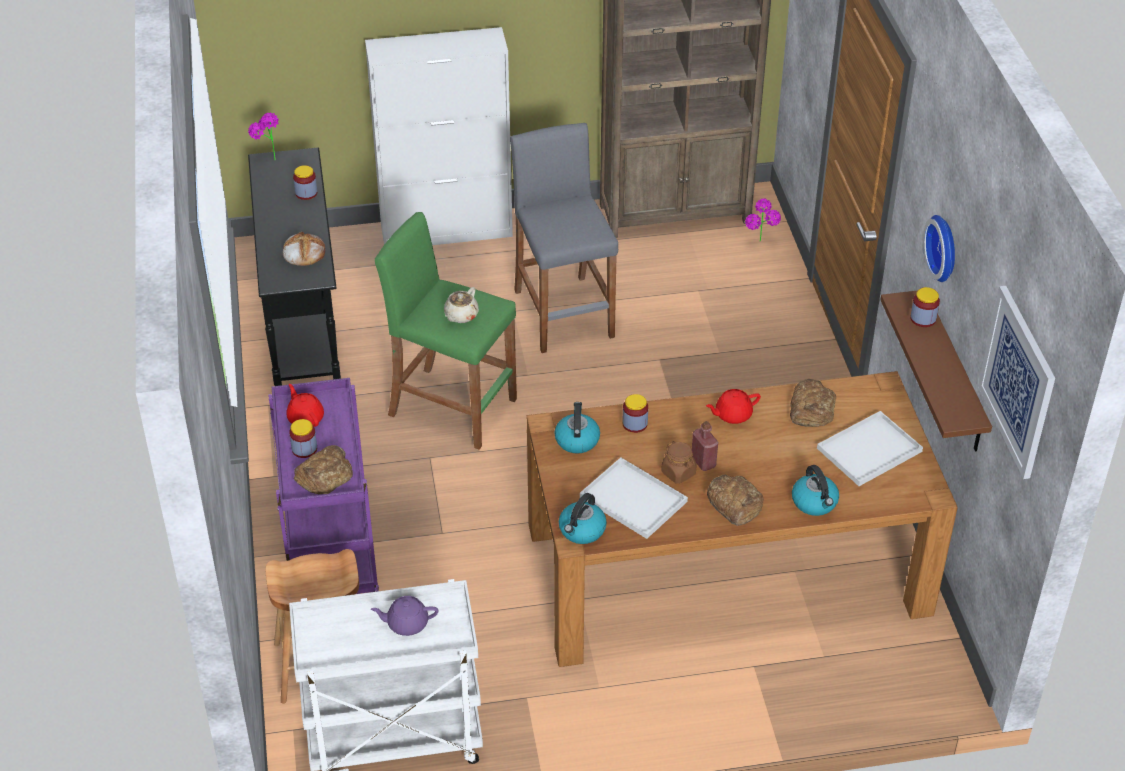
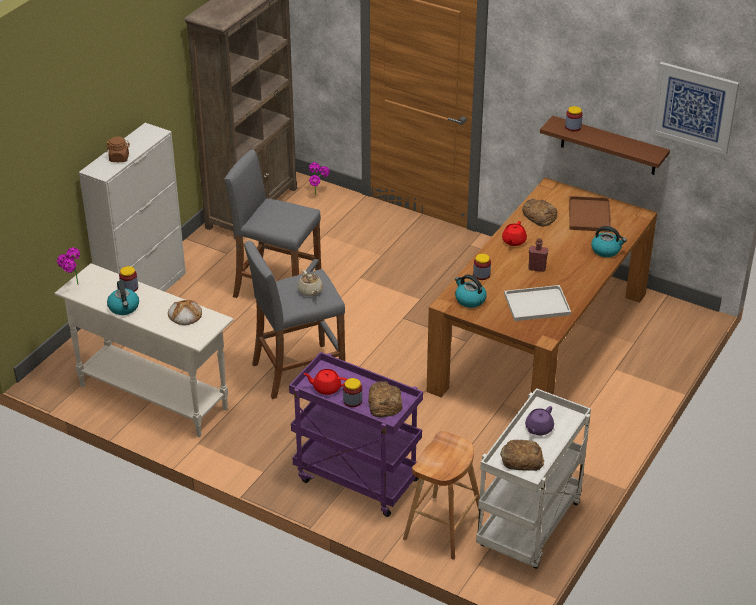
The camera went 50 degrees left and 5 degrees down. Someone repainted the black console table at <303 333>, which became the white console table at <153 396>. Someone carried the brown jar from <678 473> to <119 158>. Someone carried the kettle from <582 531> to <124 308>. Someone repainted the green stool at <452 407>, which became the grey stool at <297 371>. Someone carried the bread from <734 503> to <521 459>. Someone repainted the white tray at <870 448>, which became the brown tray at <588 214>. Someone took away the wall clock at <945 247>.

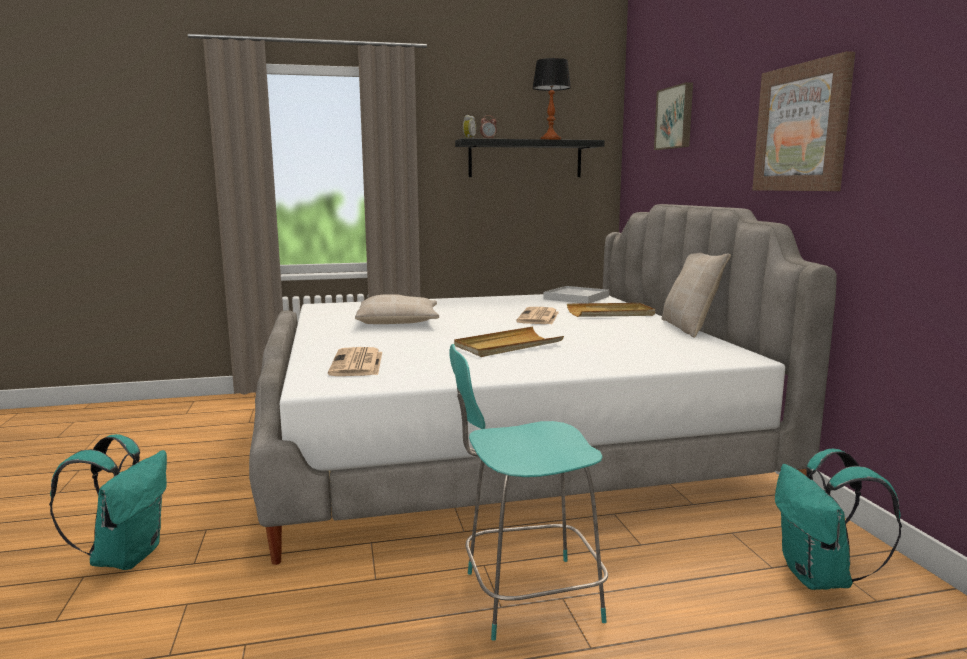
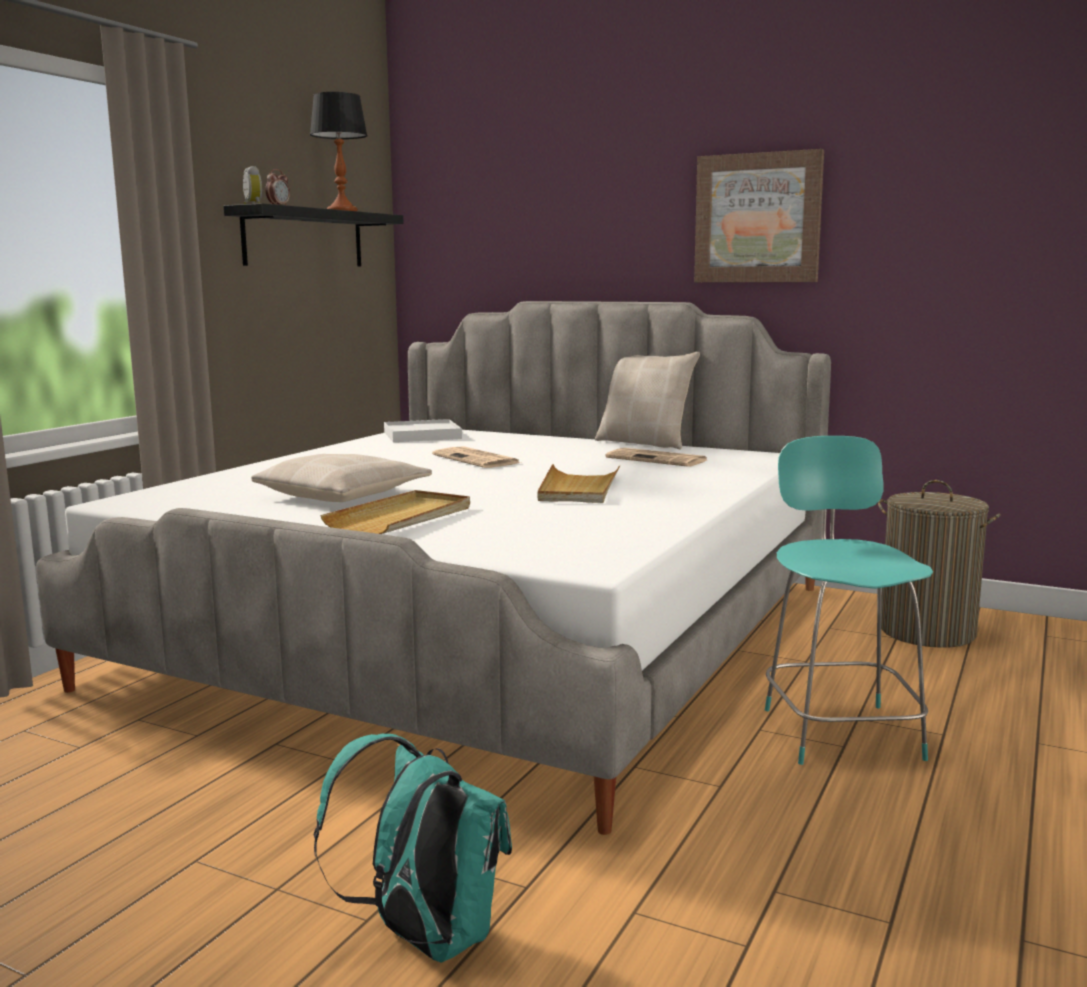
The camera went 50 degrees left and 0 degrees up. Someone carried the beige tray from <610 313> to <401 518>. Someone carried the newspaper from <357 364> to <658 459>. Someone rotated the turquoise chair at <526 597> by 150 degrees clockwise. Someone swapped the turquoise backpack at <820 578> for the laundry basket at <927 631>. Someone took away the picture at <675 117>.

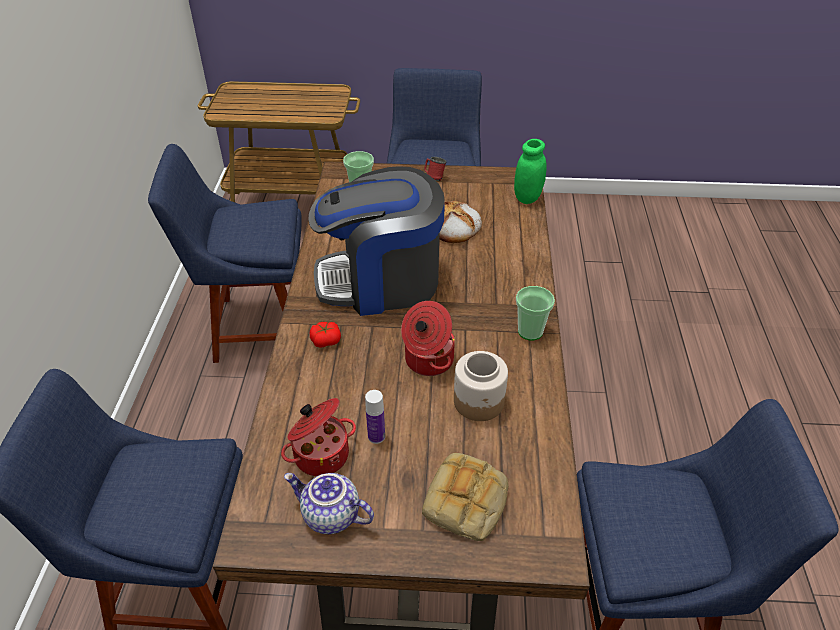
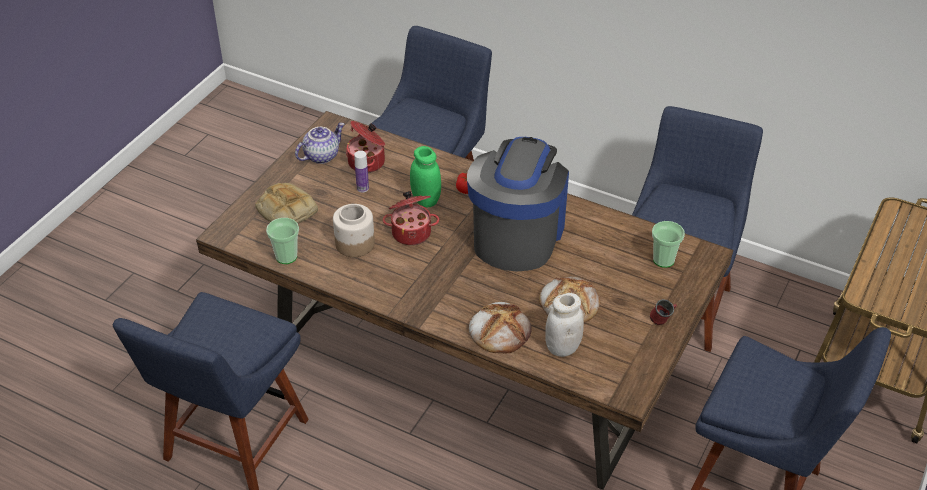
The camera went 115 degrees right and 0 degrees up. Someone carried the cup from <530 331> to <286 256>. Someone carried the green jar from <527 198> to <426 200>. Someone put down the bread at <499 330>. Someone put down the white jar at <562 348>.

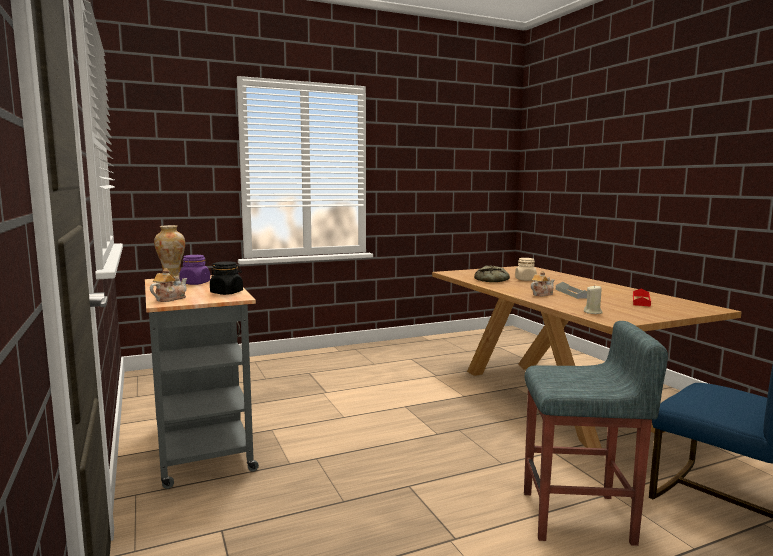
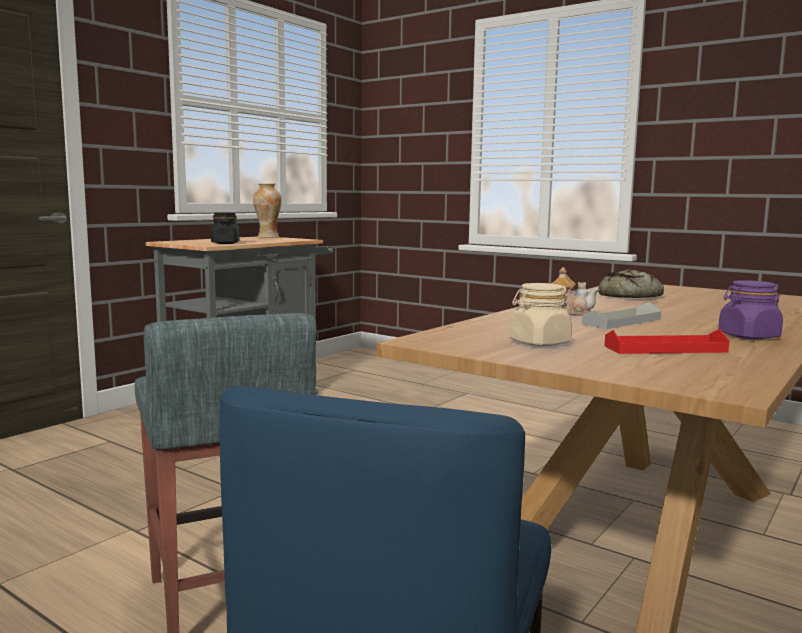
The camera went 60 degrees right and 0 degrees up. Someone carried the beige jar from <525 279> to <539 343>. Someone carried the purple jar from <195 283> to <748 336>. Someone took away the teapot at <169 299>. Someone took away the beige candle at <593 312>.

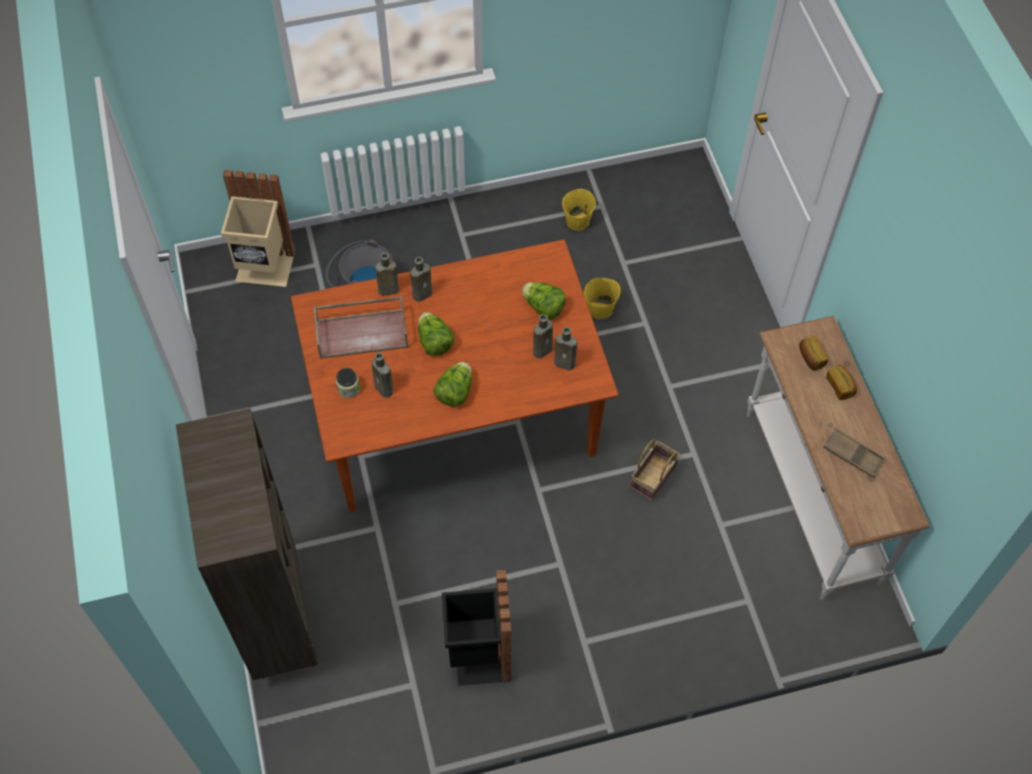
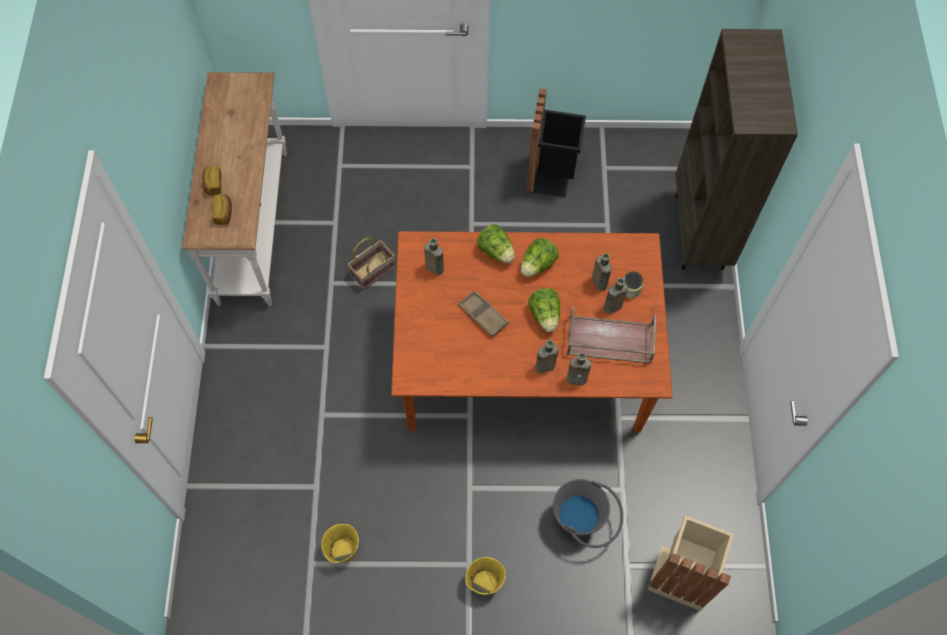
The camera went 165 degrees left and 5 degrees up. Someone carried the brown tray from <853 455> to <483 315>. Someone carried the yellow bucket from <600 309> to <484 582>. Someone carried the lettuce from <543 308> to <496 251>. Someone carried the brown bottle from <543 349> to <611 307>.

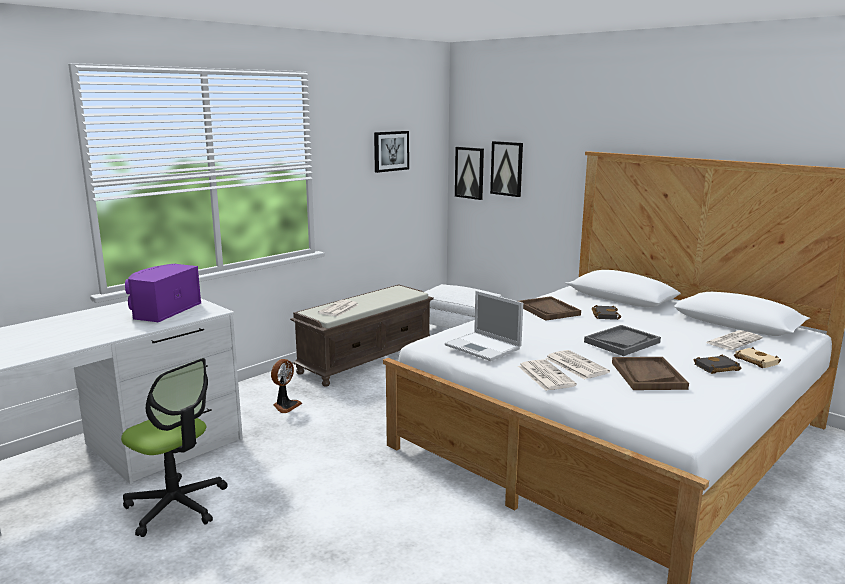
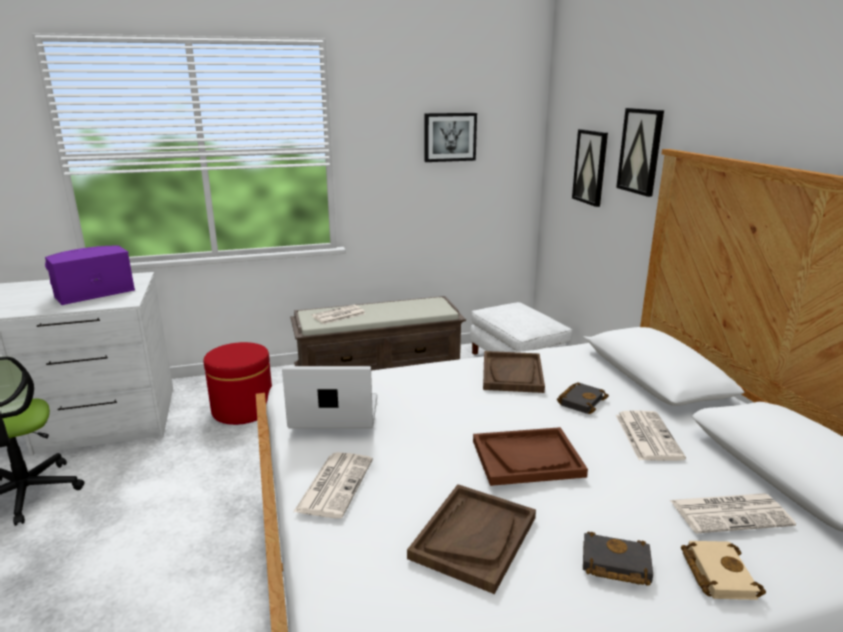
The camera went 30 degrees right and 5 degrees up. Someone swapped the fan at <285 406> for the red ottoman at <243 409>. Someone rotated the laptop at <484 347> by 105 degrees clockwise. Someone repainted the grey tray at <622 342>, which became the brown tray at <527 458>. Someone carried the picture from <469 173> to <640 151>. Someone carried the newspaper from <575 365> to <647 436>.

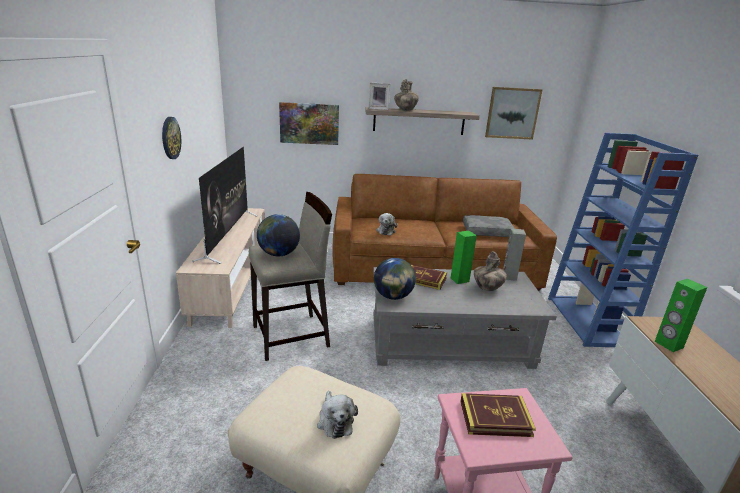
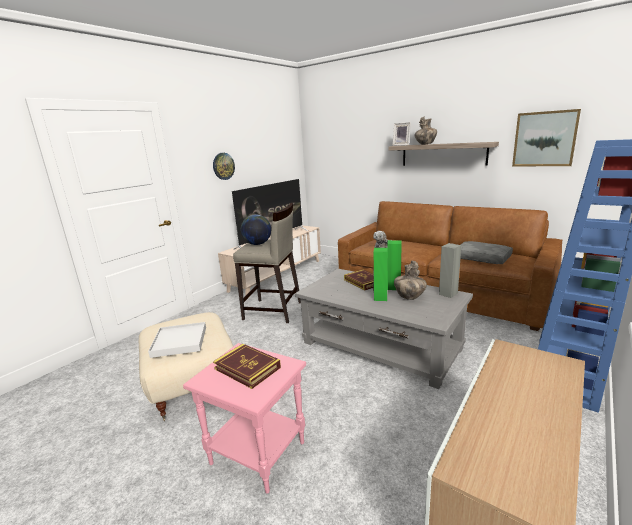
The camera went 40 degrees right and 5 degrees down. Someone swapped the plush toy at <335 421> for the white tray at <180 341>. Someone carried the green speaker from <668 344> to <380 297>. Someone took away the picture at <309 123>. Someone took away the globe at <393 296>.

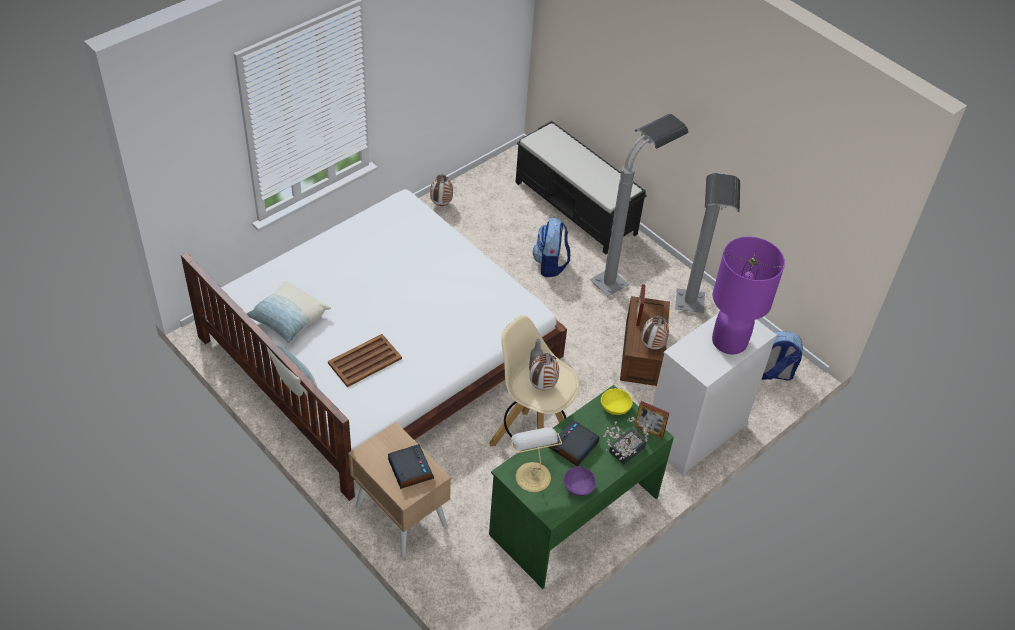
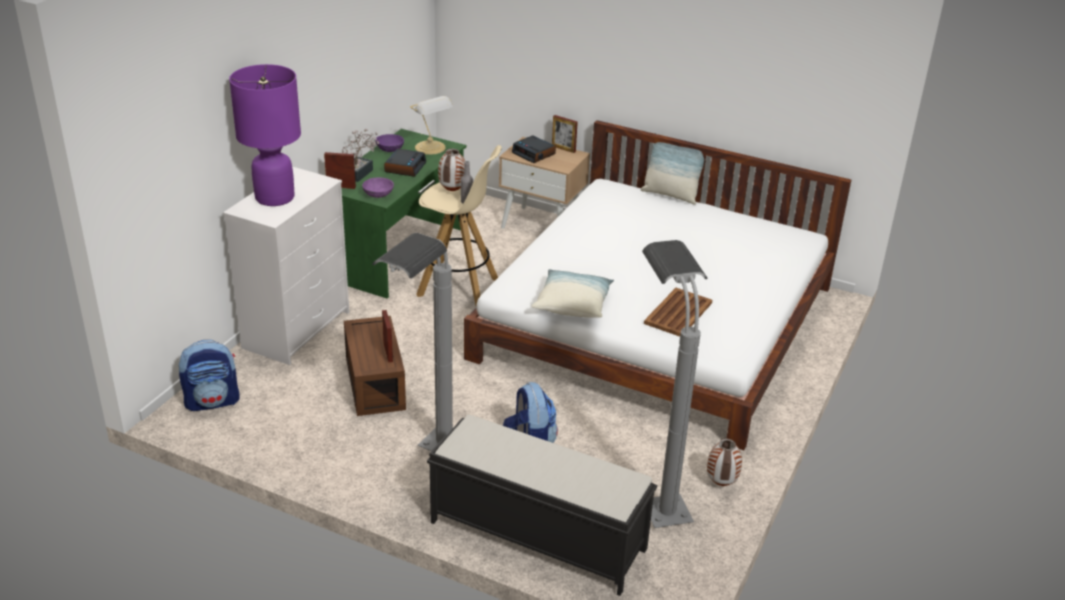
The camera went 160 degrees right and 15 degrees down. Someone repainted the yellow bowl at <615 407>, which became the purple bowl at <378 194>. Someone carried the pillow from <288 319> to <572 304>. Someone put down the picture frame at <563 149>. Someone carried the grey floor lamp from <689 318> to <656 494>. Someone carried the brown tray from <364 361> to <679 313>. Someone took away the vase at <652 347>.

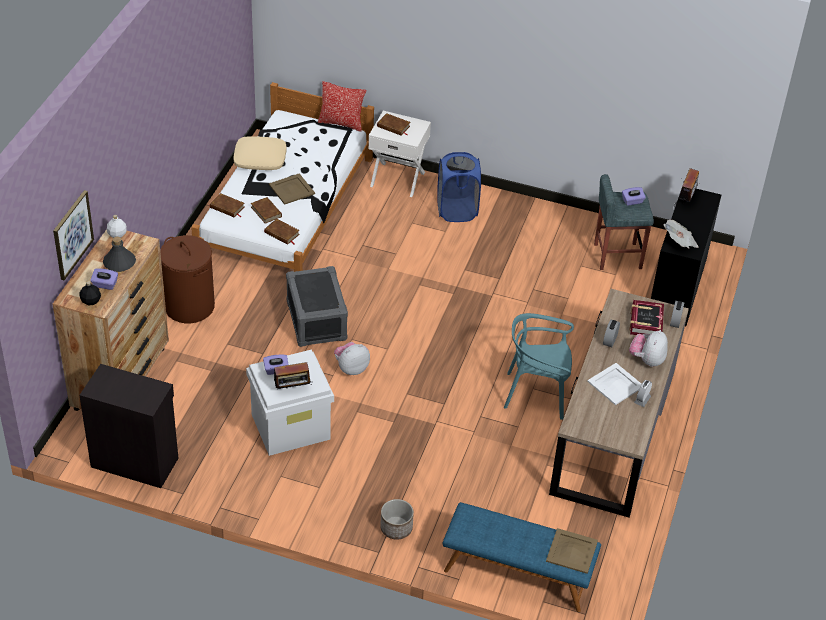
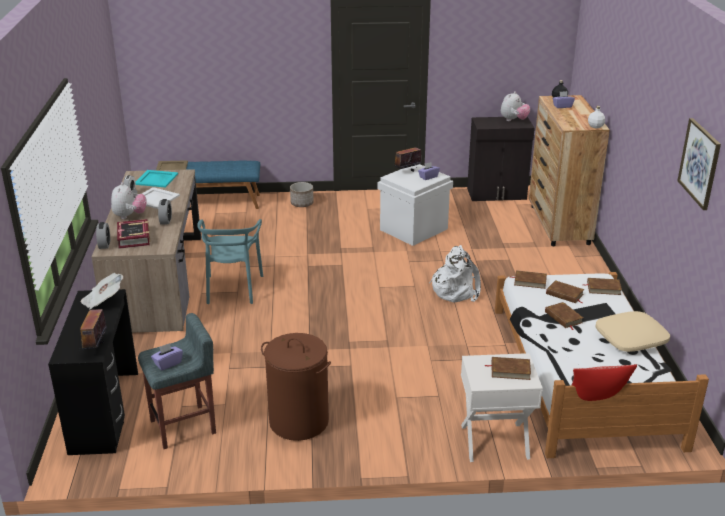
The camera went 160 degrees right and 15 degrees down. Someone put down the turquoise tray at <156 179>. Someone rotated the turquoise chair at <536 394> by 105 degrees clockwise. Someone carried the brown laundry basket from <189 306> to <298 421>. Someone swapped the grey storage box at <316 320> for the white backpack at <456 290>. Someone carried the plush toy from <351 368> to <513 120>. Someone swapped the beige tray at <292 189> for the brown book at <563 317>. Someone carried the picture from <72 234> to <700 163>. Someone took away the grey bottle at <119 262>. Someone took away the blue laundry basket at <457 210>.

